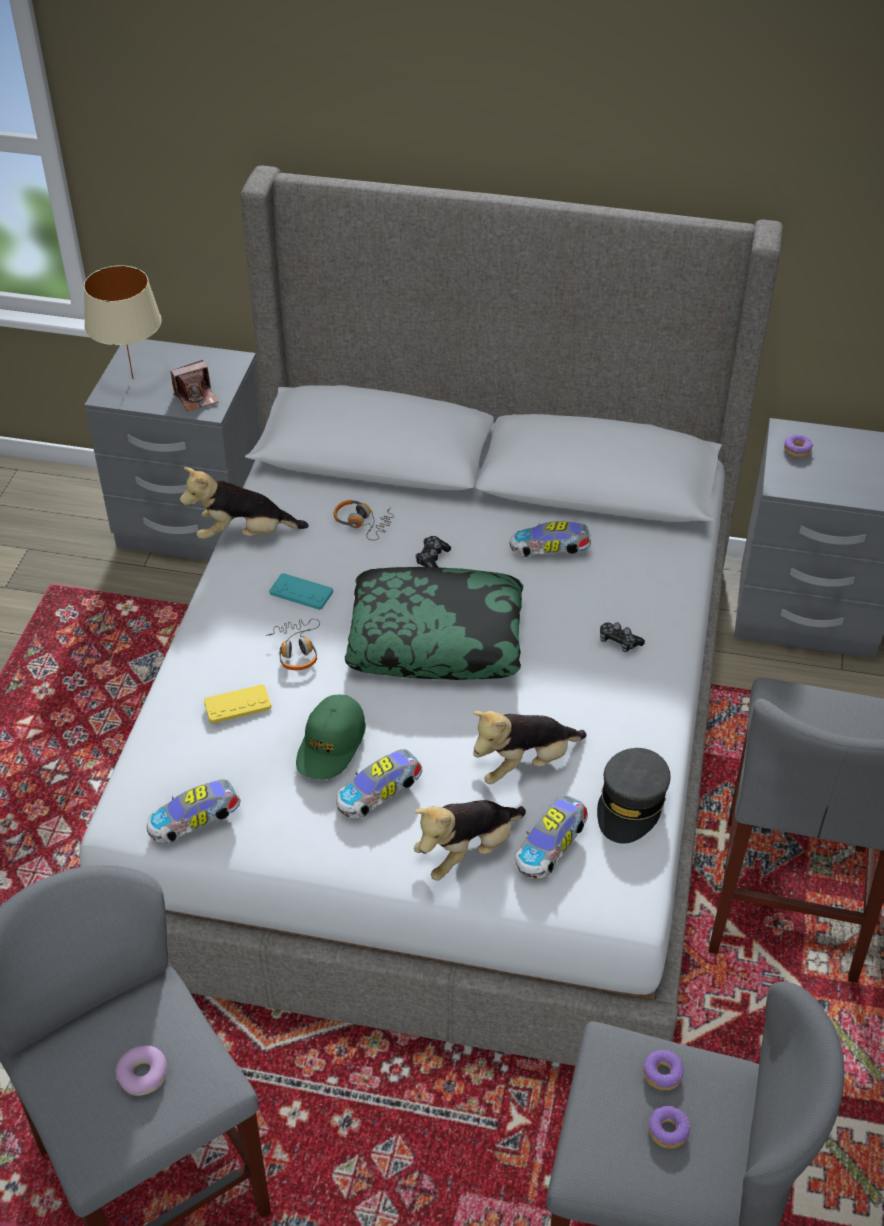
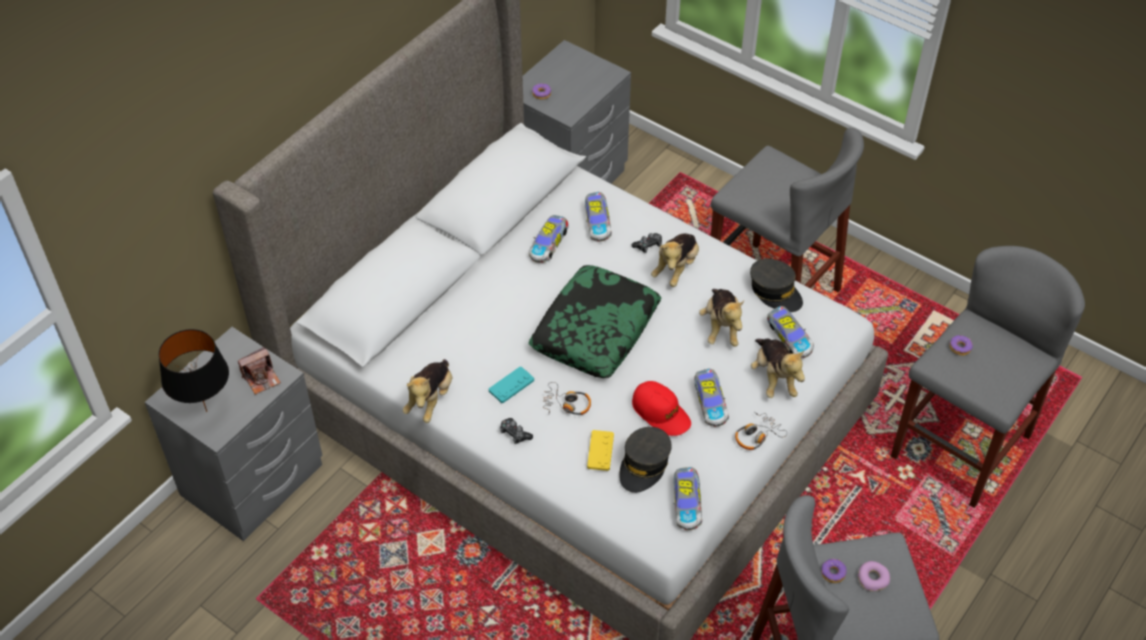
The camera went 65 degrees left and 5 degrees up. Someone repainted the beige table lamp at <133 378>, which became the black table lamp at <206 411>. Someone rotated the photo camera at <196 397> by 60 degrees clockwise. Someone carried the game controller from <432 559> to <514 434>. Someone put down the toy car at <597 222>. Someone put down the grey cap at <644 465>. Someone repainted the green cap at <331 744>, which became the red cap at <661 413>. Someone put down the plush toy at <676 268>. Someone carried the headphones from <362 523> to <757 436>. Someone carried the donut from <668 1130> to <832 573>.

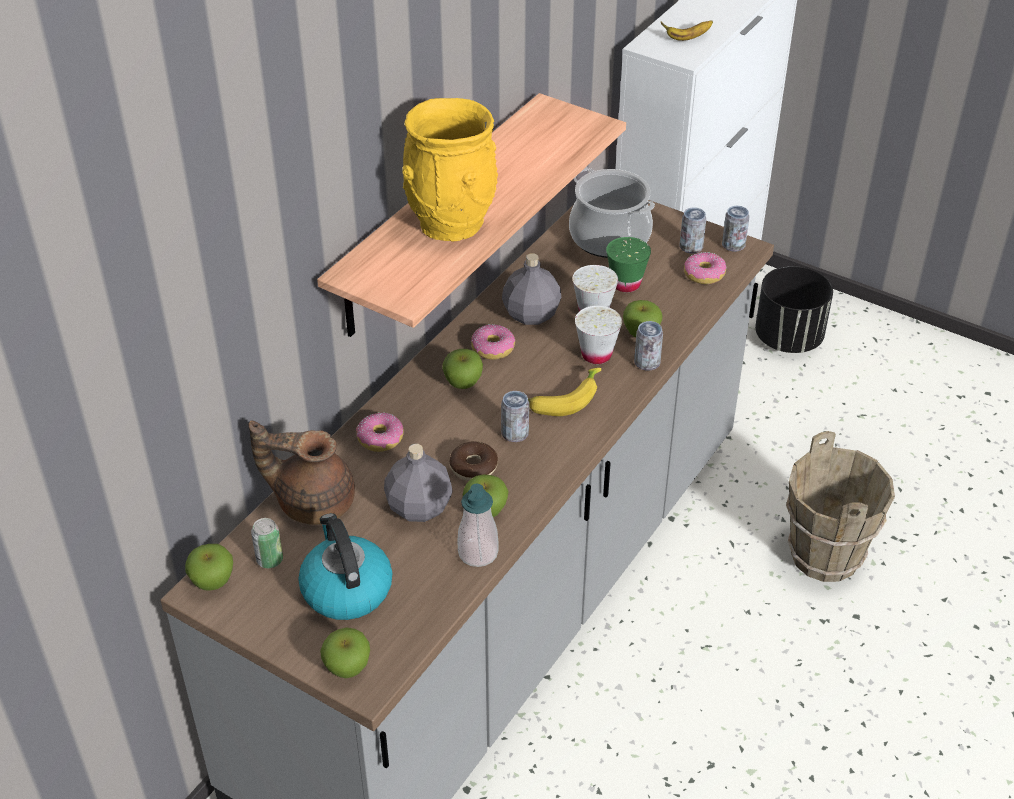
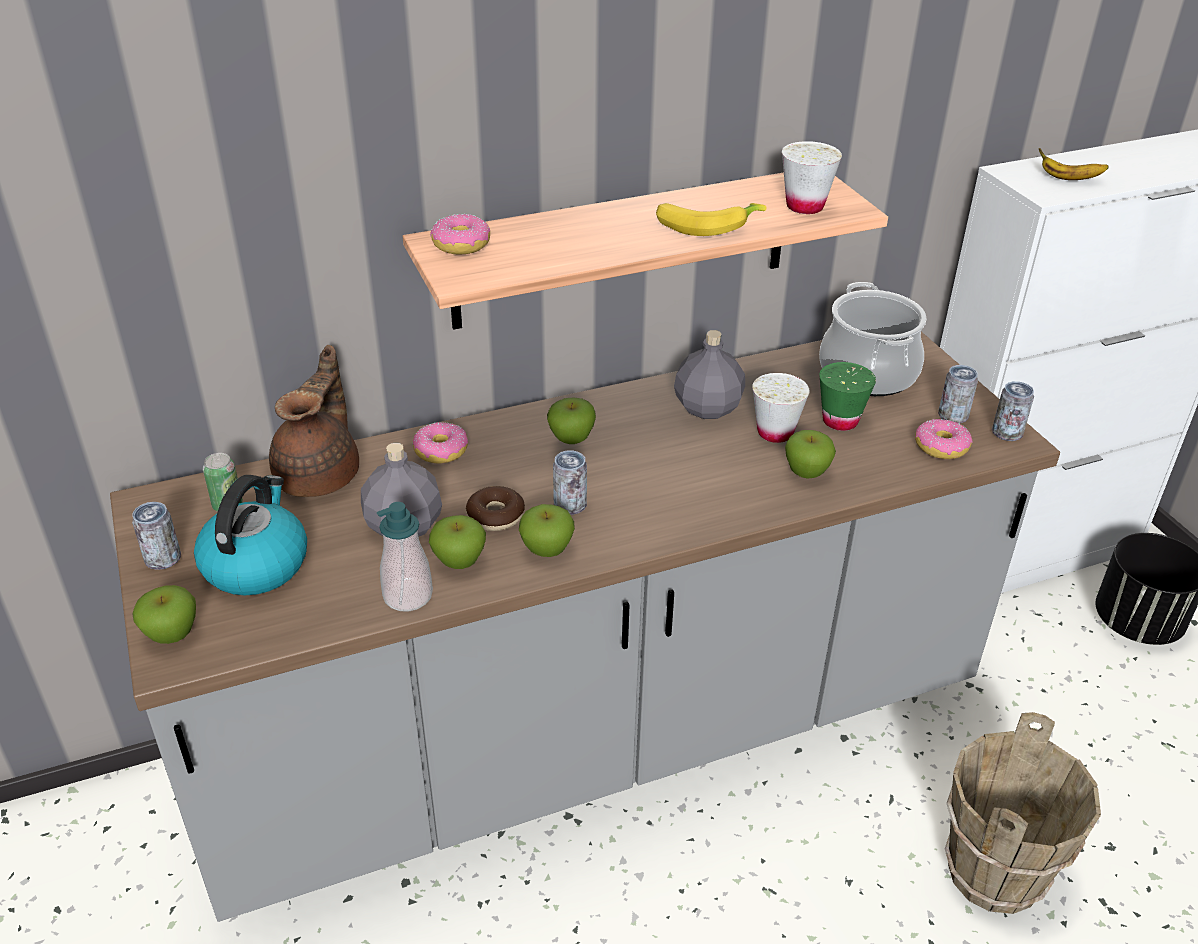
The camera went 35 degrees right and 5 degrees down. Someone carried the can from <647 363> to <163 559>. Someone rotated the brown teapot at <312 501> by 60 degrees clockwise. Someone carried the donut from <493 348> to <461 245>. Someone carried the apple from <212 582> to <547 550>. Someone carried the banana from <565 398> to <706 224>. Someone carried the white cup from <596 355> to <804 206>. Someone took away the yellow vase at <451 224>.

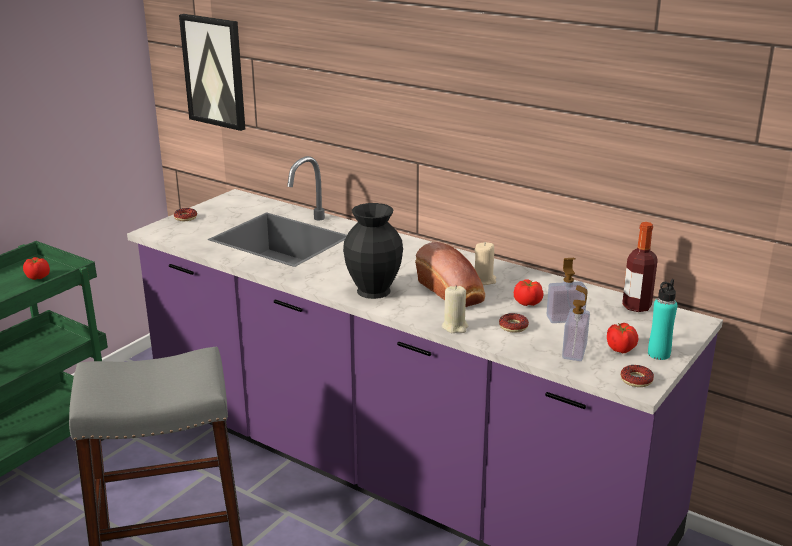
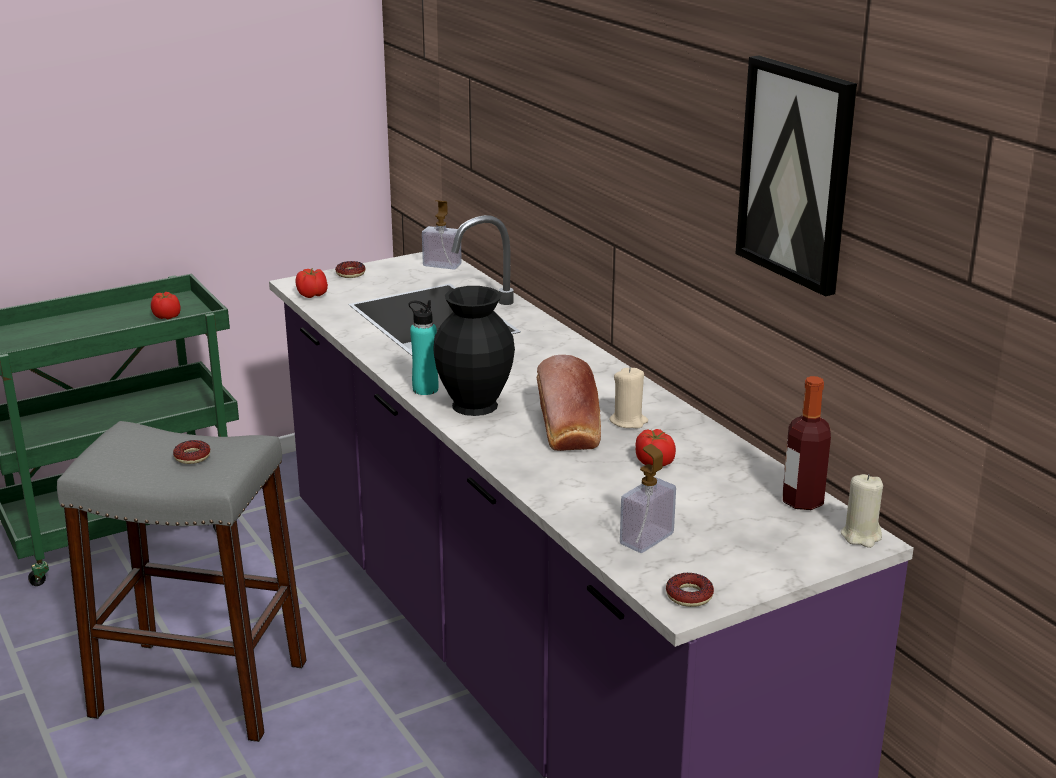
The camera went 25 degrees right and 0 degrees up. Someone carried the donut from <513 326> to <192 456>. Someone carried the tomato from <621 349> to <313 295>. Someone carried the turquoise bottle from <658 354> to <425 389>. Someone carried the soap dispenser from <565 318> to <442 265>. Someone carried the picture from <214 71> to <797 173>. Someone carried the beige candle from <455 327> to <861 536>.

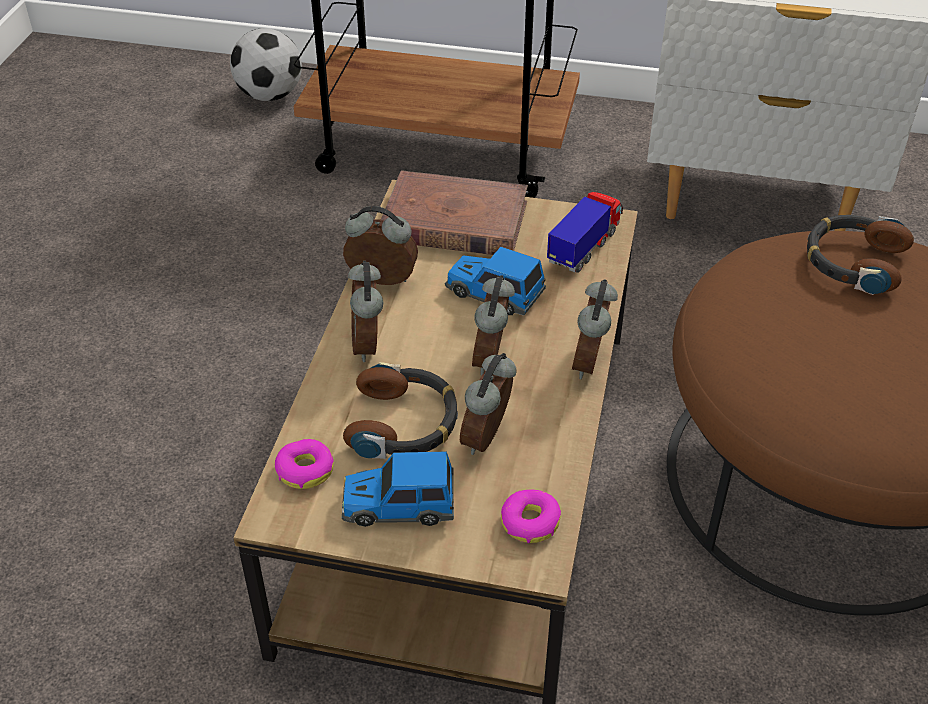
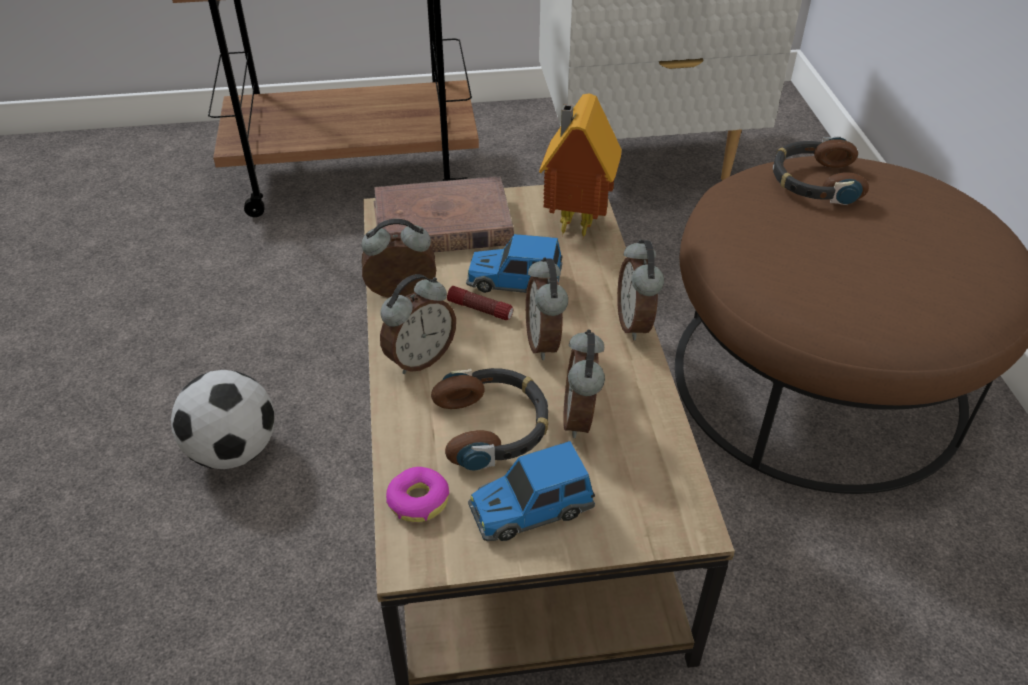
The camera went 20 degrees left and 0 degrees up. Someone carried the football from <270 95> to <234 450>. Someone rotated the alarm clock at <368 345> by 105 degrees counterclockwise. Someone put down the flashlight at <480 309>. Someone swapped the toy truck at <584 248> for the toy house at <573 222>. Someone took away the donut at <529 522>.

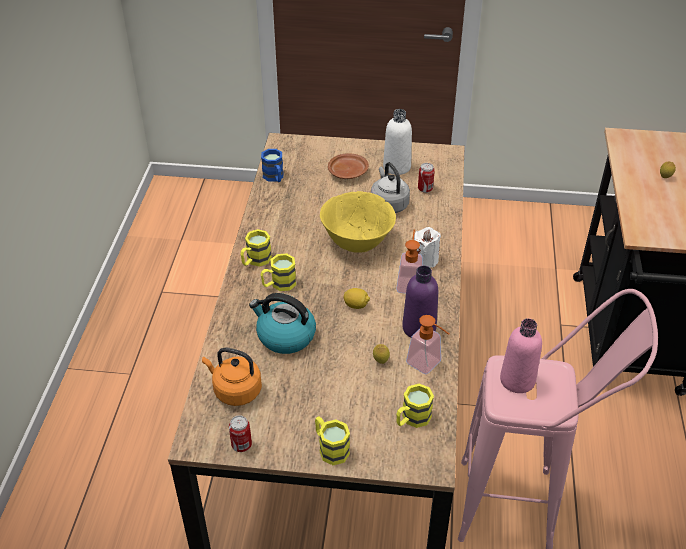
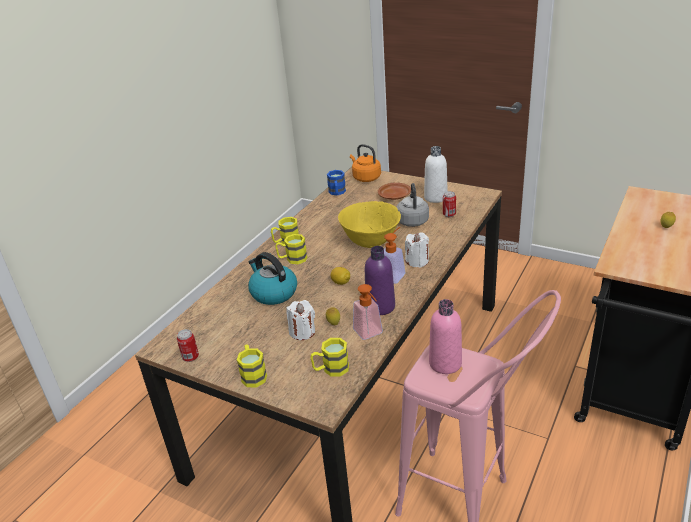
The camera went 25 degrees right and 10 degrees down. Someone put down the white candle at <302 332>. Someone carried the orange kettle from <235 390> to <365 178>.

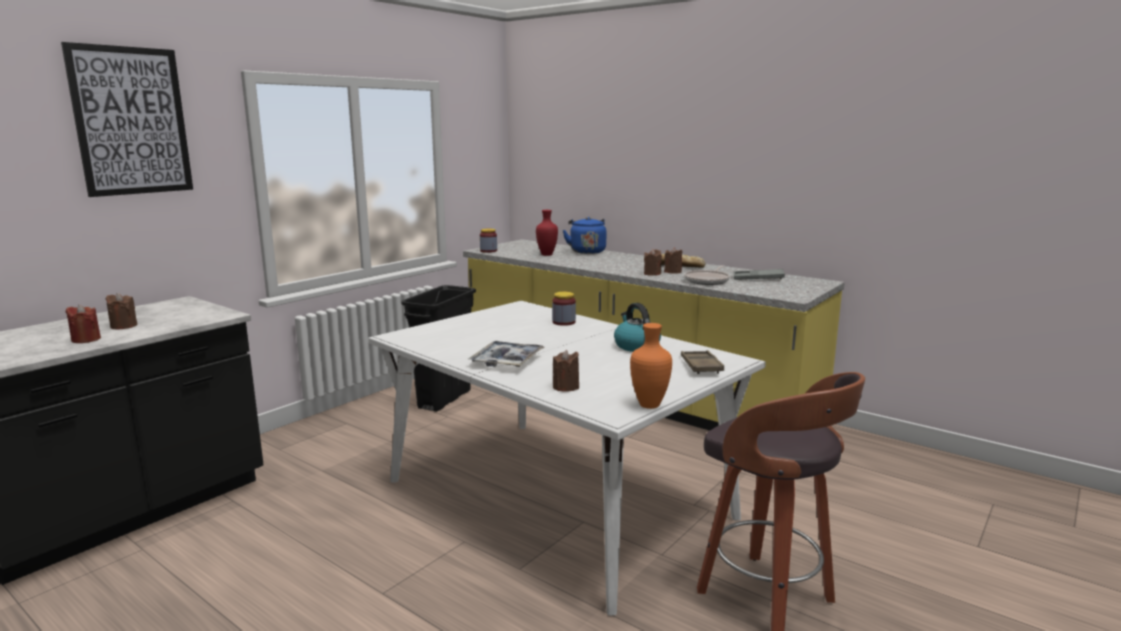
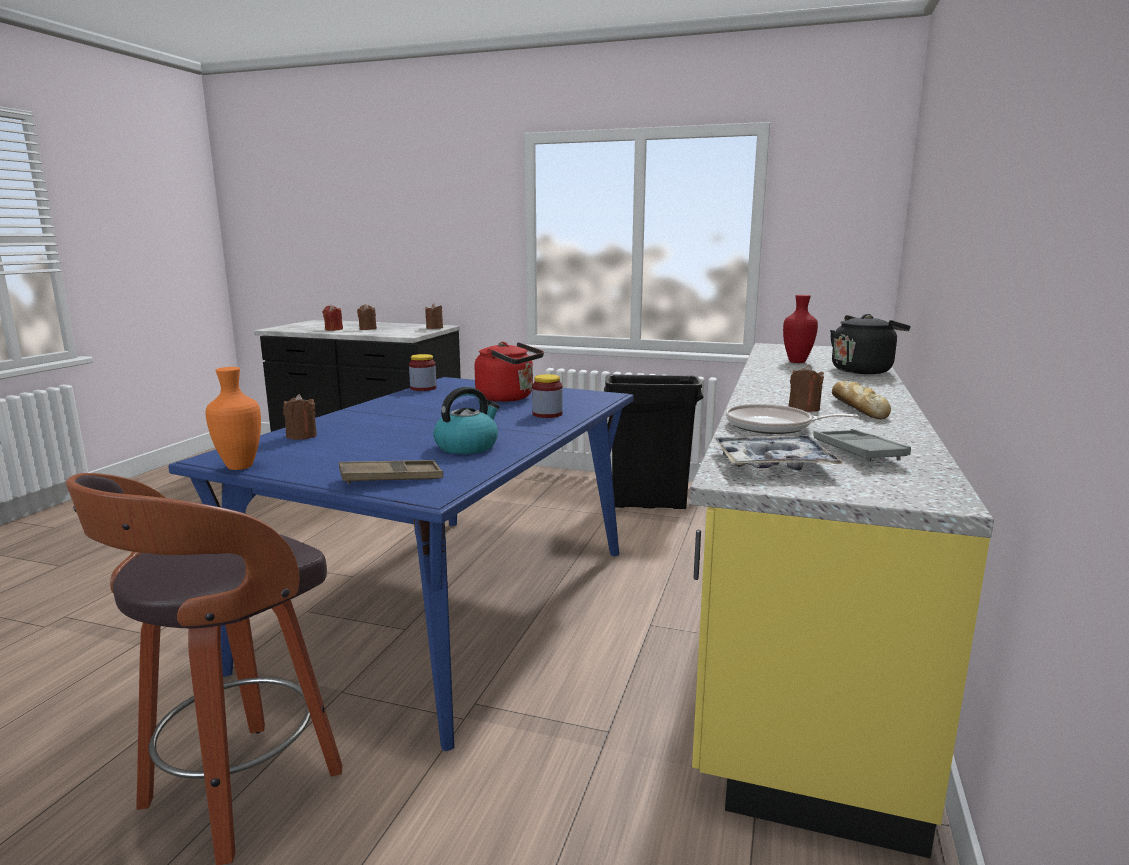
The camera went 70 degrees right and 0 degrees up. Someone repainted the white dining table at <558 499>, which became the blue dining table at <451 606>. Someone carried the jar from <488 251> to <423 388>. Someone carried the brown candle from <652 274> to <434 328>. Someone put down the red kettle at <508 398>. Someone carried the tray from <507 361> to <773 463>. Someone repainted the blue kettle at <586 251>, which became the black kettle at <863 370>. Someone took away the picture at <131 121>.

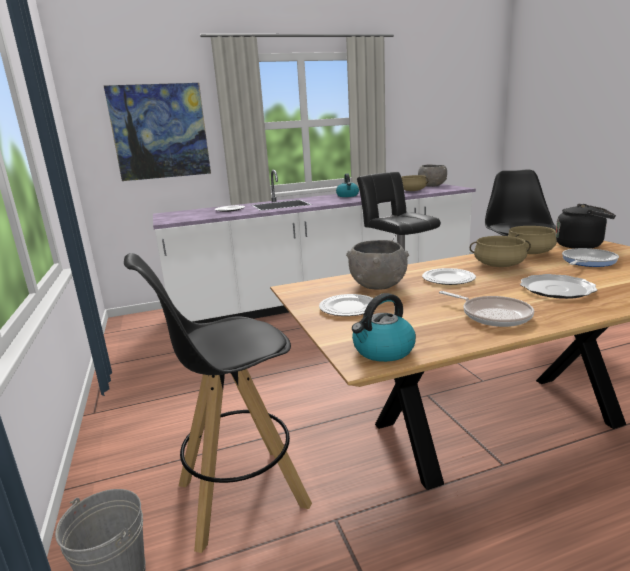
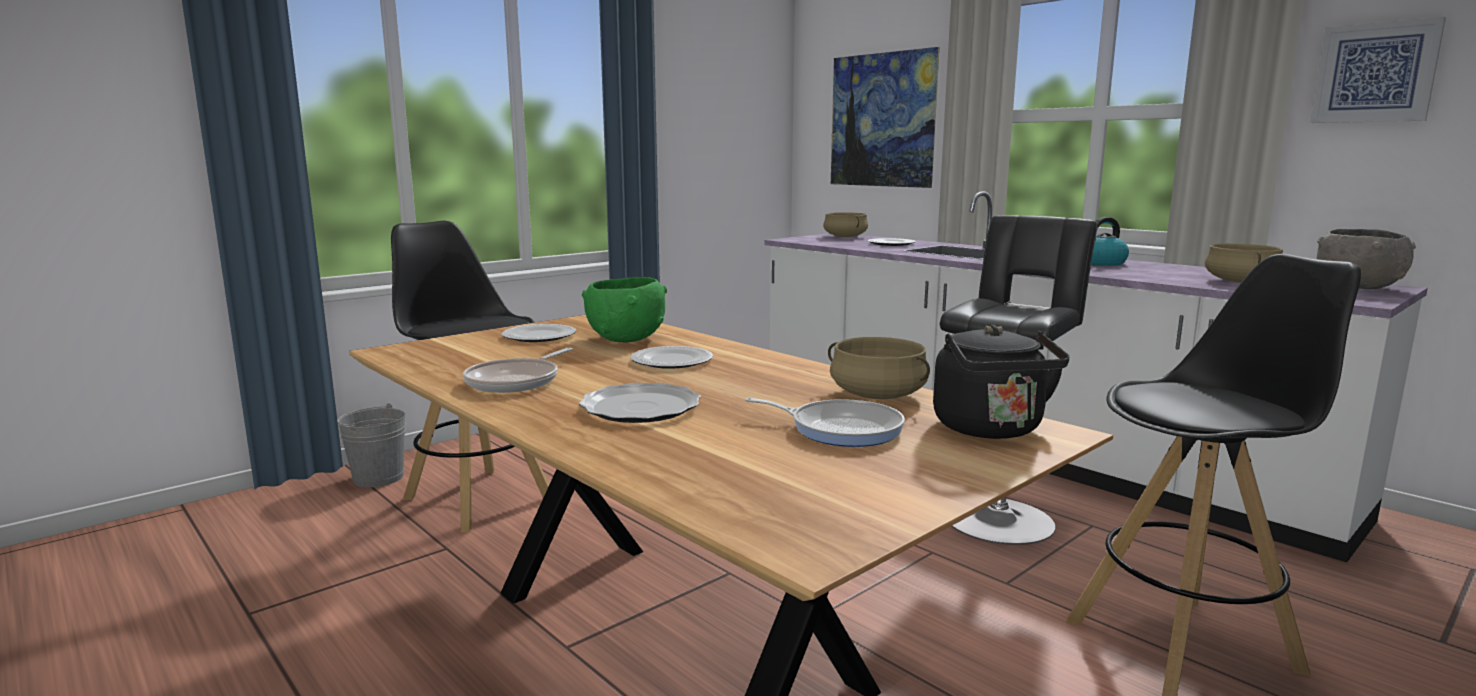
The camera went 65 degrees right and 5 degrees down. Someone repainted the grey bowl at <378 286>, which became the green bowl at <626 339>. Someone carried the beige cooking pot from <499 265> to <845 237>. Someone put up the picture at <1375 73>. Someone took away the kettle at <383 351>.

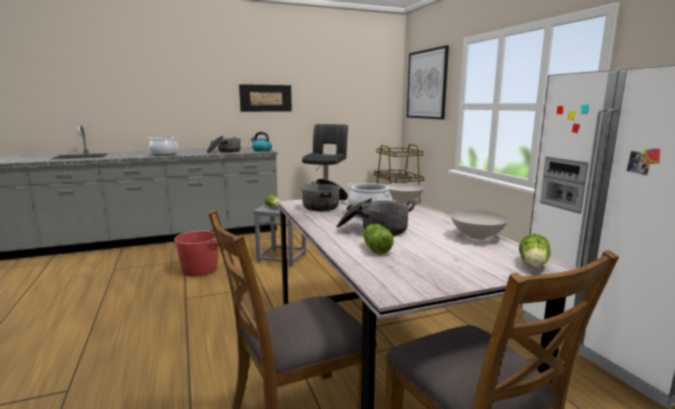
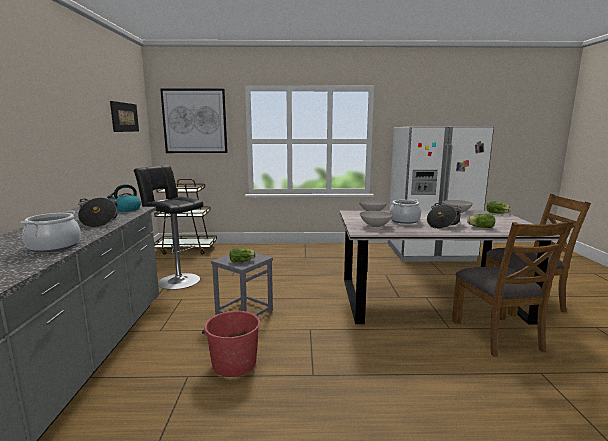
The camera went 70 degrees left and 0 degrees up. Someone carried the picture from <266 98> to <125 117>. Someone swapped the cooking pot at <325 205> for the white bowl at <375 226>.

